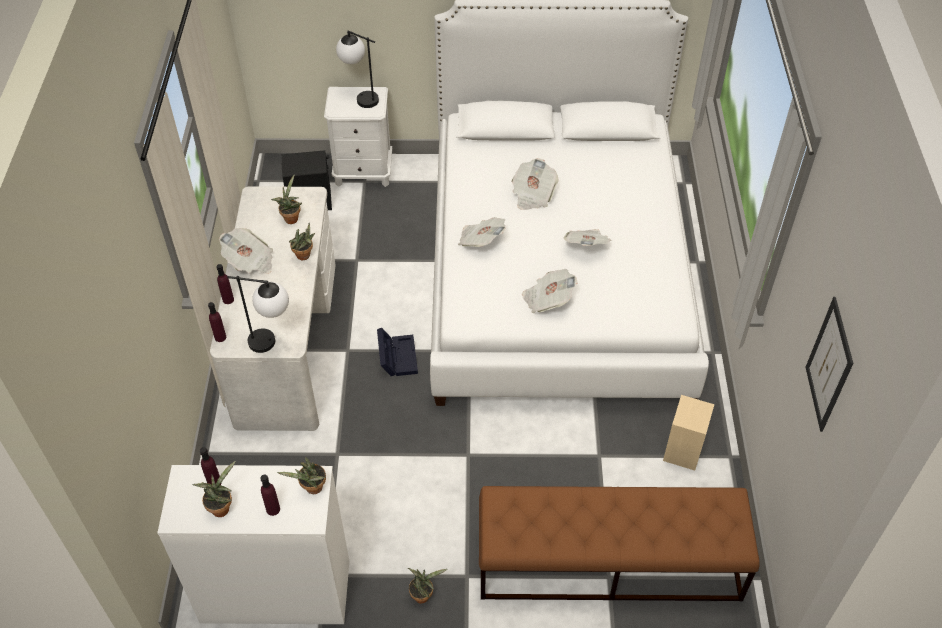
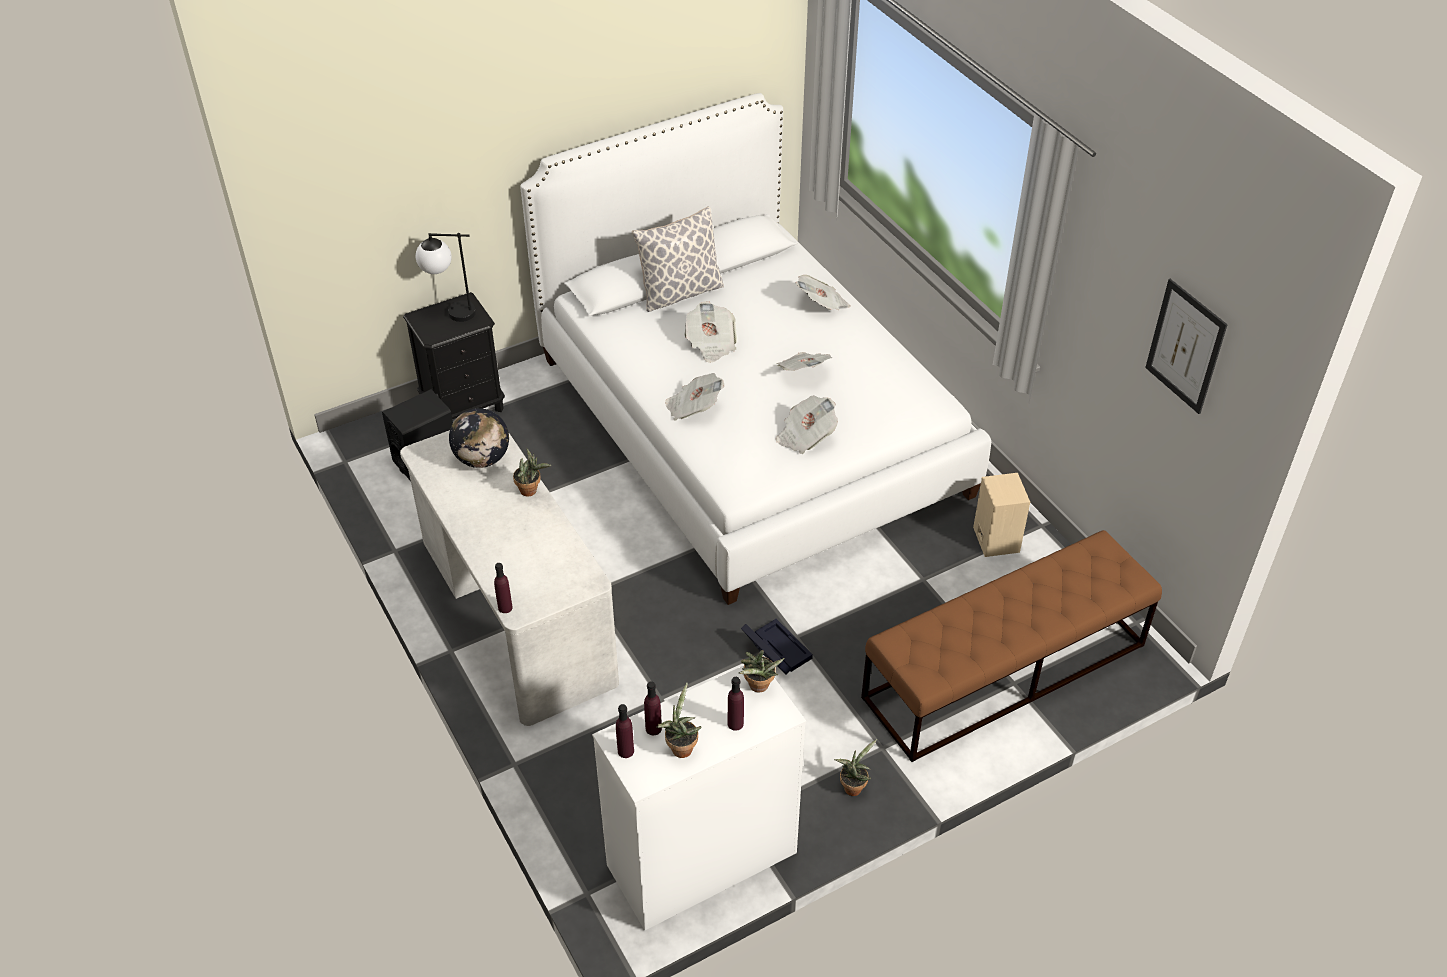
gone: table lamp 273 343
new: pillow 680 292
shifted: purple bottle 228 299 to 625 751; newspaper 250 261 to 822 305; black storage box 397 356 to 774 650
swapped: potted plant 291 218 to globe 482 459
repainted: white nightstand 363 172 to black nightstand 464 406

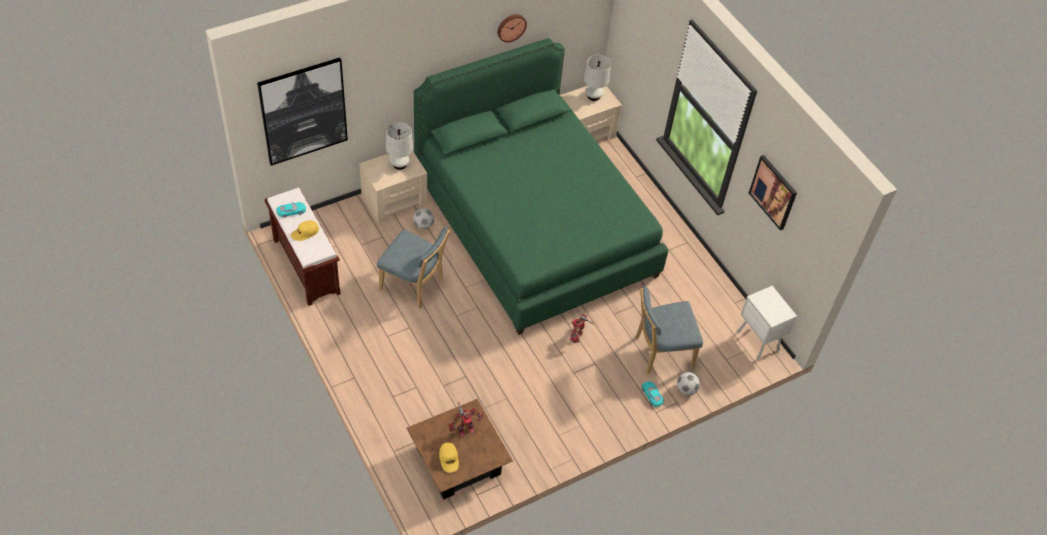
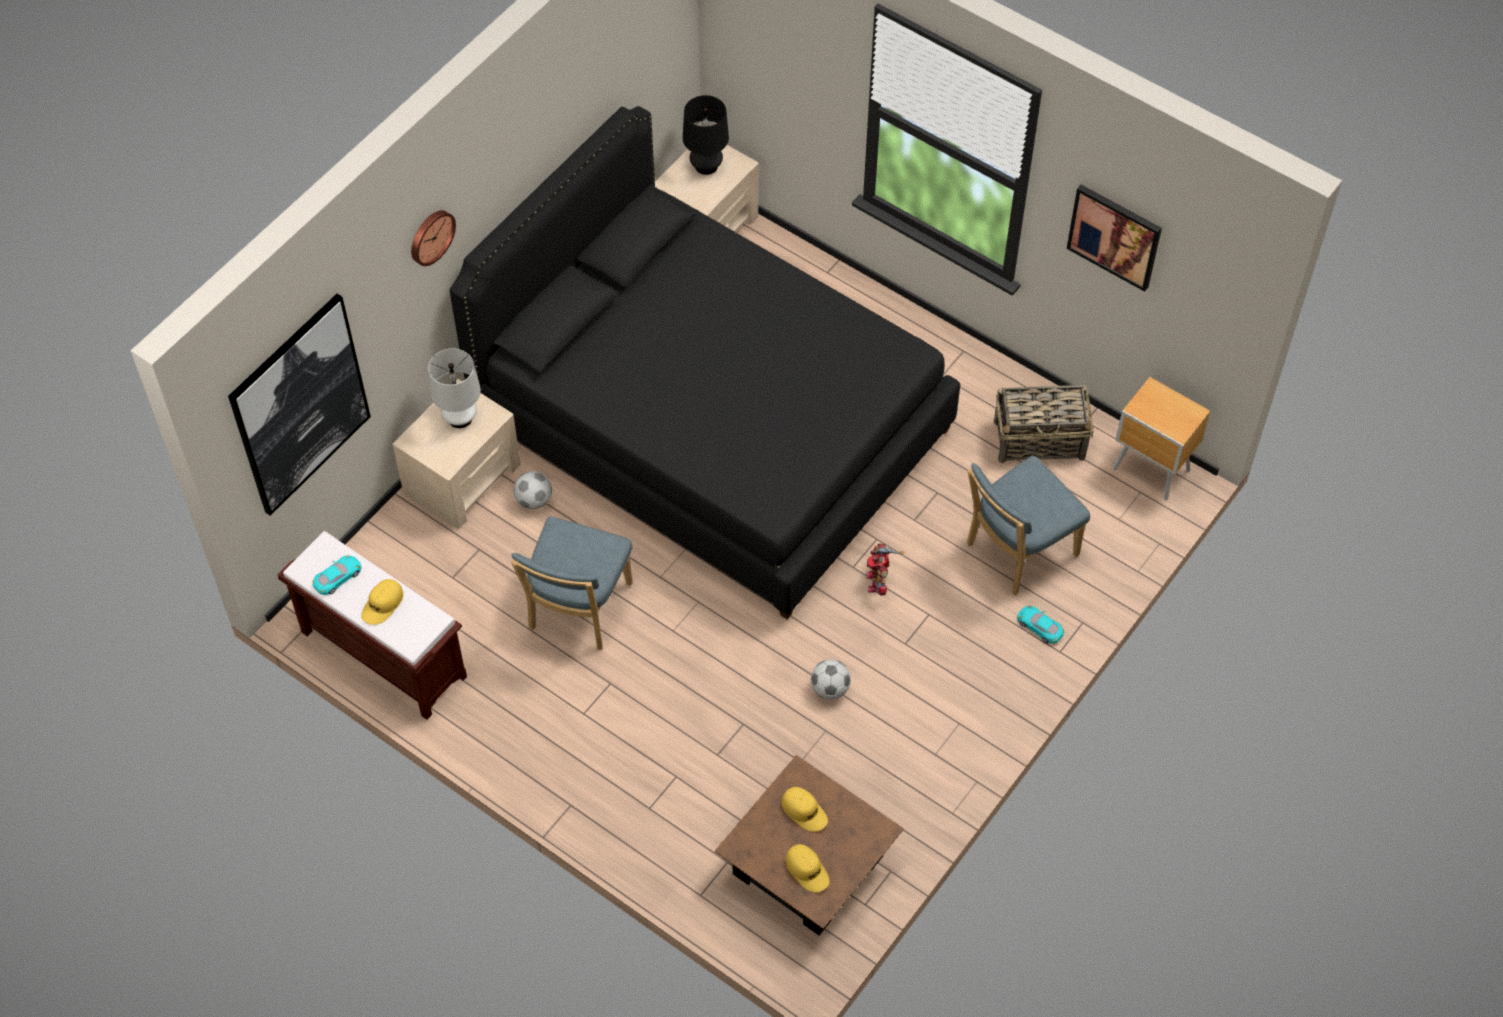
new: basket 1040 440
shifted: wall clock 511 27 to 430 236; football 686 390 to 830 689
swapped: toy robot 465 428 to yellow cap 804 811
repainted: green bed 534 226 to black bed 712 426; white table lamp 593 96 to black table lamp 706 165; white nightstand 758 342 to brown nightstand 1151 471
rotated: blue chair 414 285 = 577 610 105 degrees clockwise

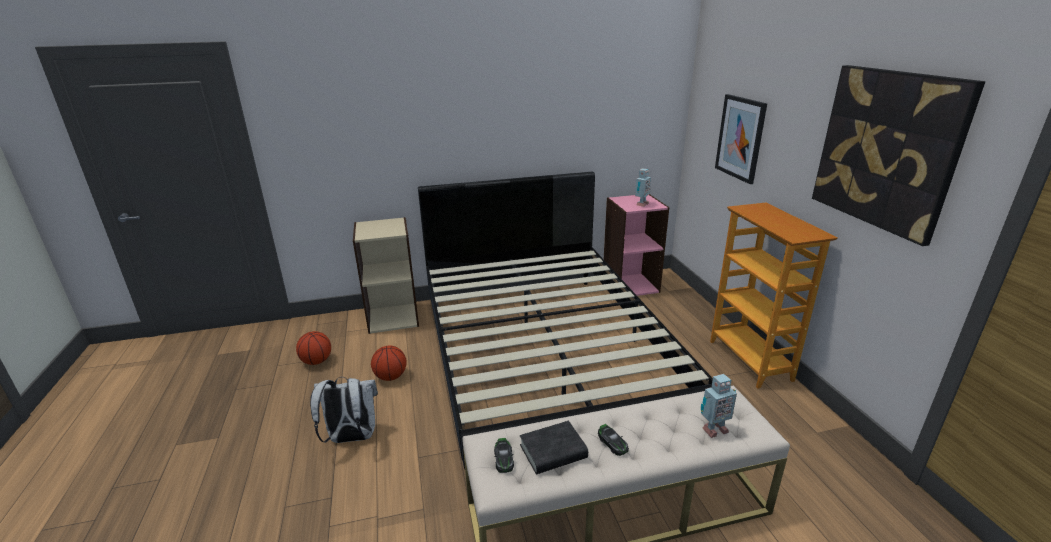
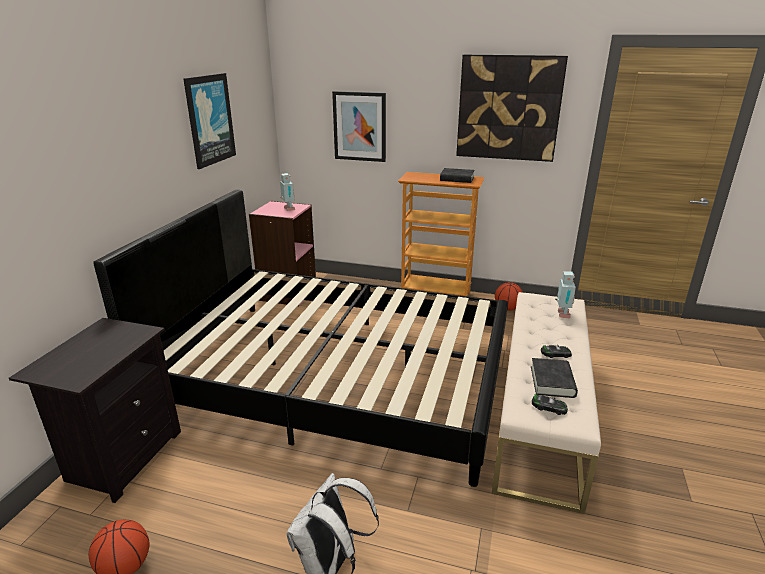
new: picture 209 120; black book 457 179
shifted: basketball 390 377 to 507 308
swapped: beige bookcase 393 317 to black nightstand 123 457

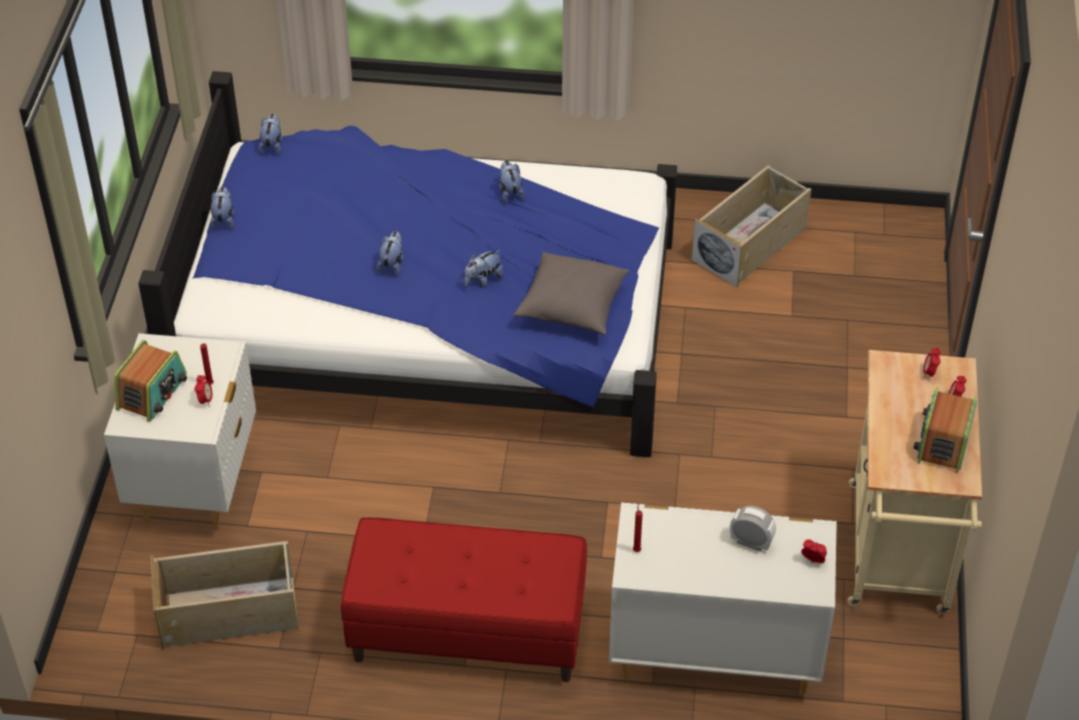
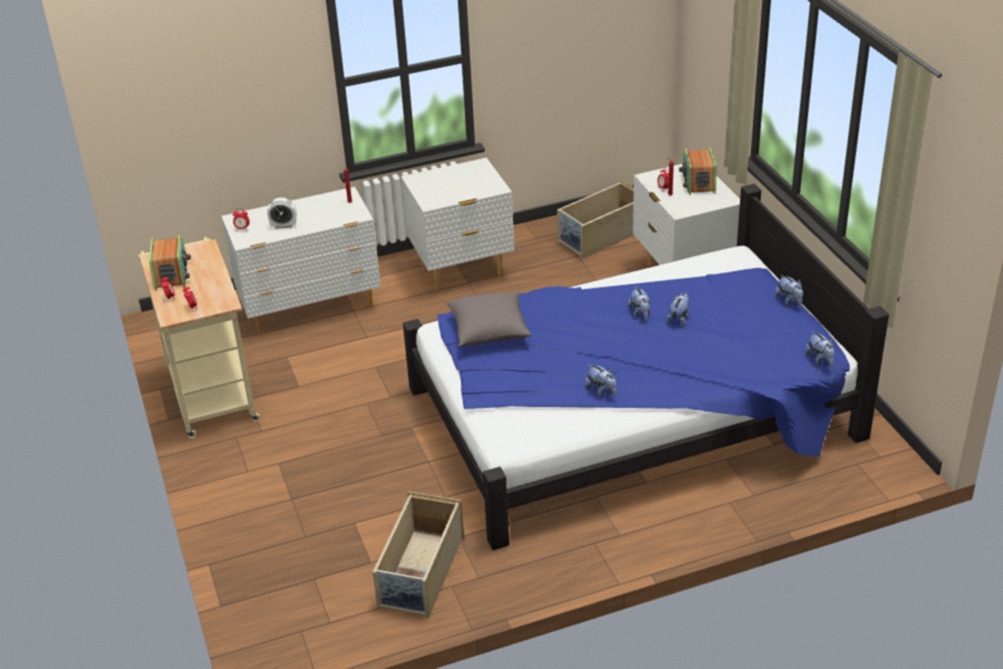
shifted: plush toy 483 280 to 678 320
swapped: red bench 467 634 to white nightstand 461 270

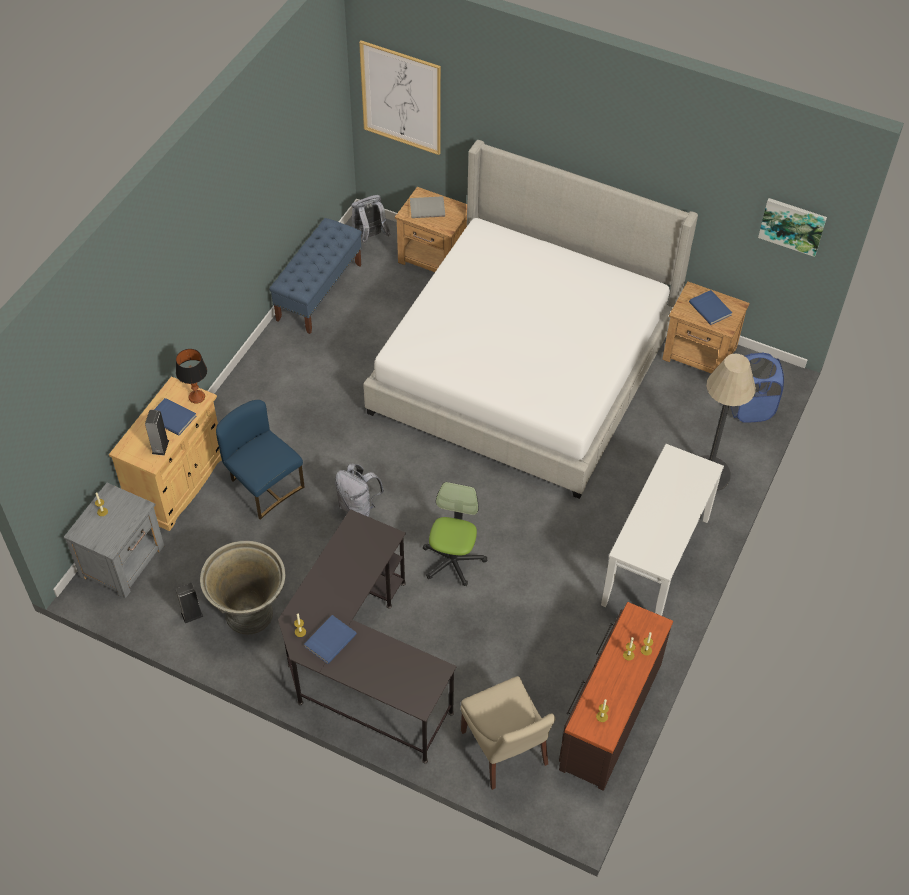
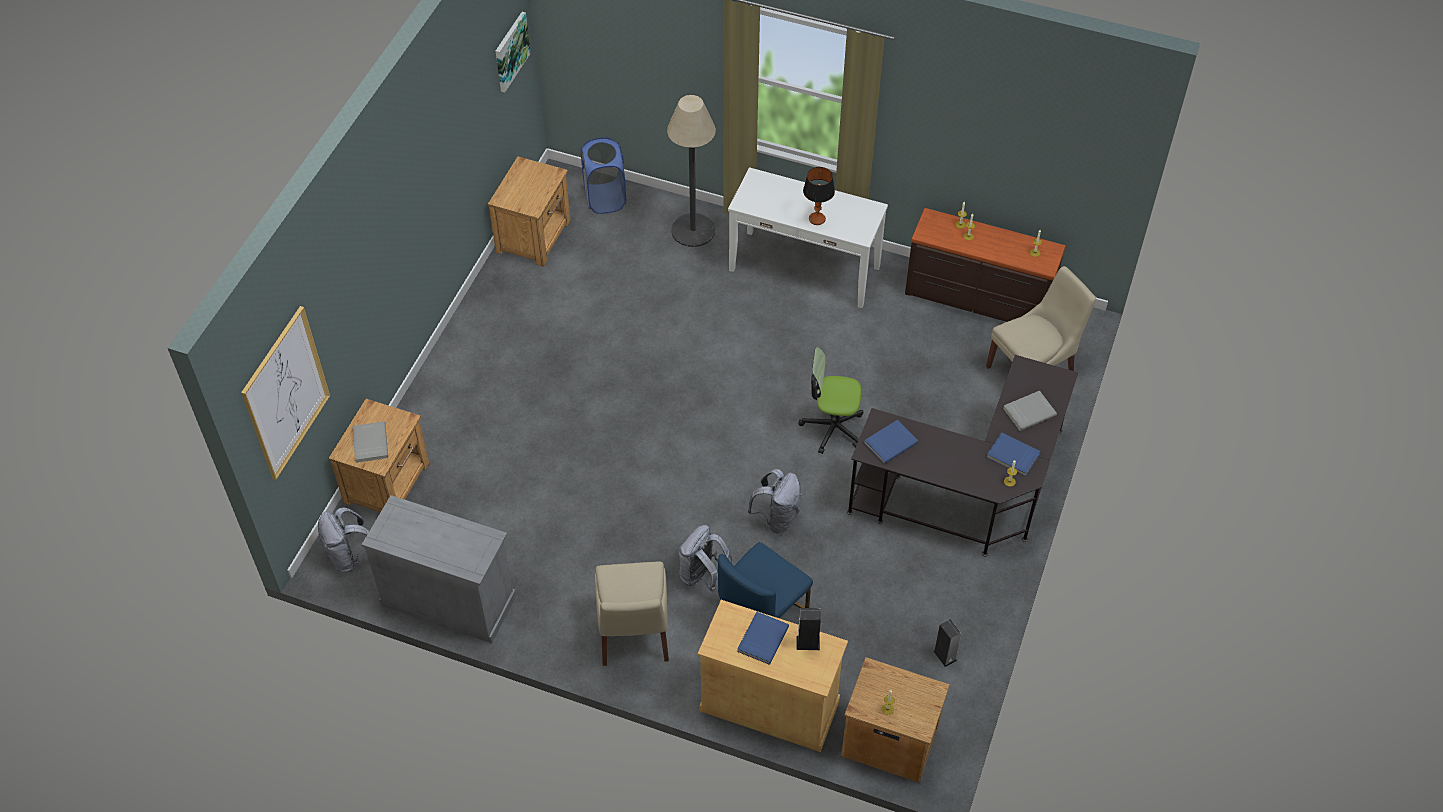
gone: grey planter 250 614; bed 524 369
new: beige chair 634 634; grey backpack 702 576; grey book 1029 411
shifted: table lamp 197 397 to 817 219; blue book 710 308 to 890 442
swapped: blue bench 319 292 to grey cabinet 449 600
repainted: grey nightstand 124 561 to brown nightstand 888 740

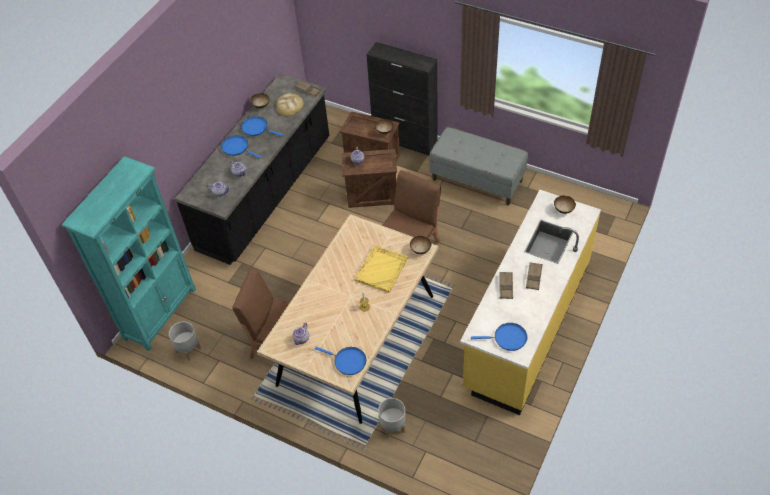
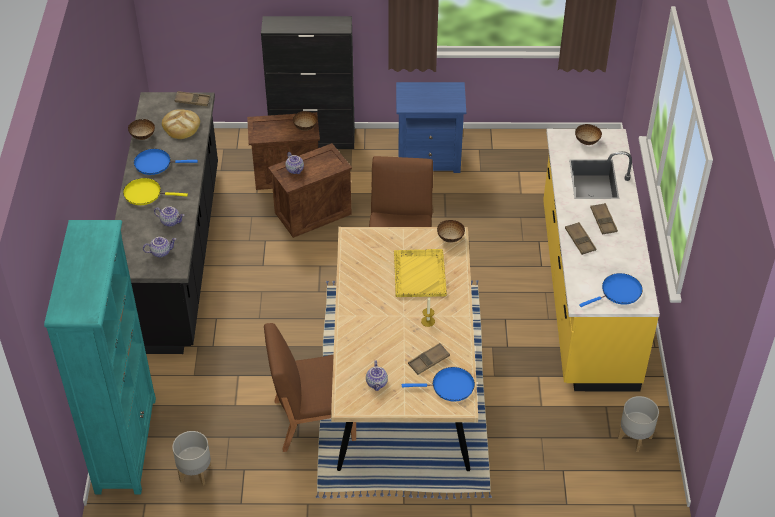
new: brown tray 428 361
shifted: grey planter 393 427 to 635 438
swapped: grey bench 477 180 to blue nightstand 429 158
repainted: blue frying pan 237 148 to yellow frying pan 145 194

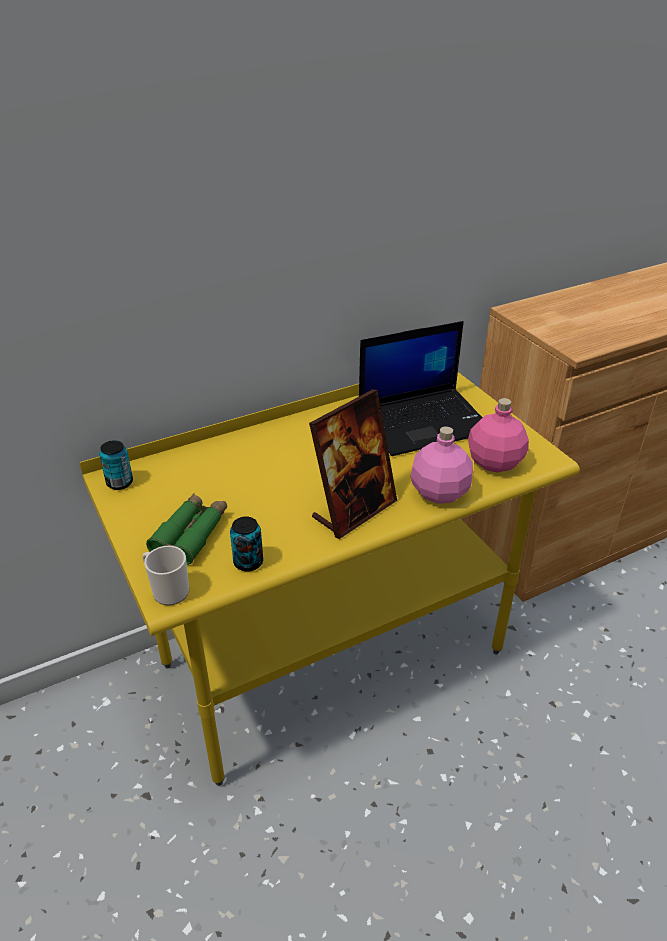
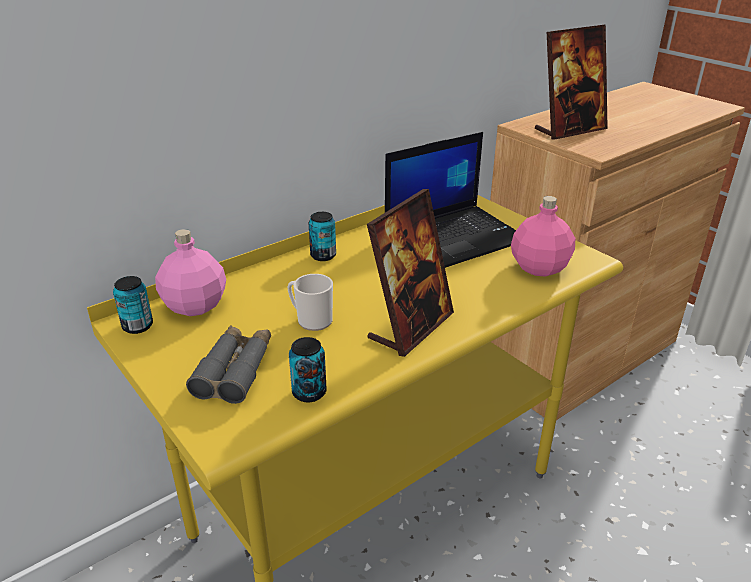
new: can 323 256; picture frame 569 130
shifted: mug 167 590 to 311 320; pink bottle 438 492 to 194 306
repainted: green binoculars 191 534 to grey binoculars 235 370

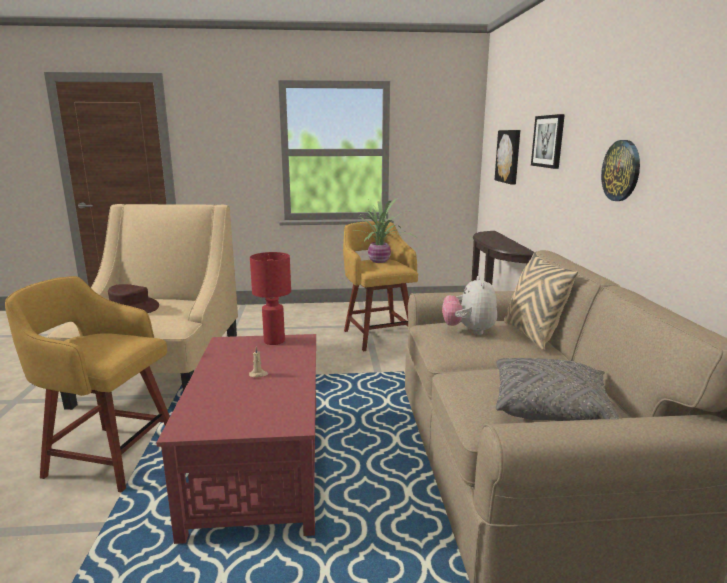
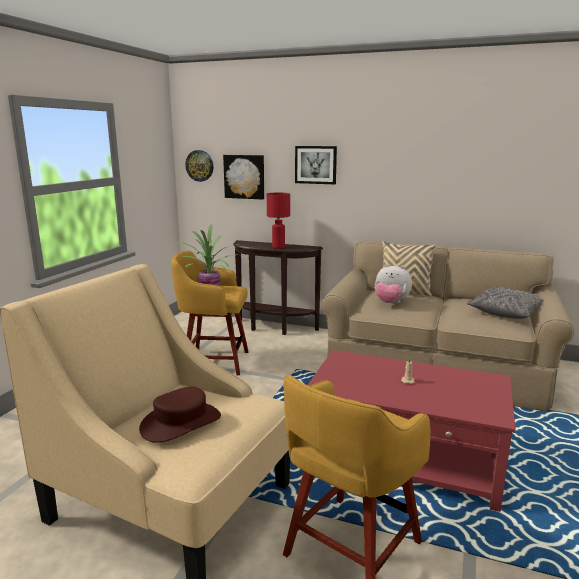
shifted: red table lamp 274 341 to 278 247; wall clock 621 170 to 199 165

